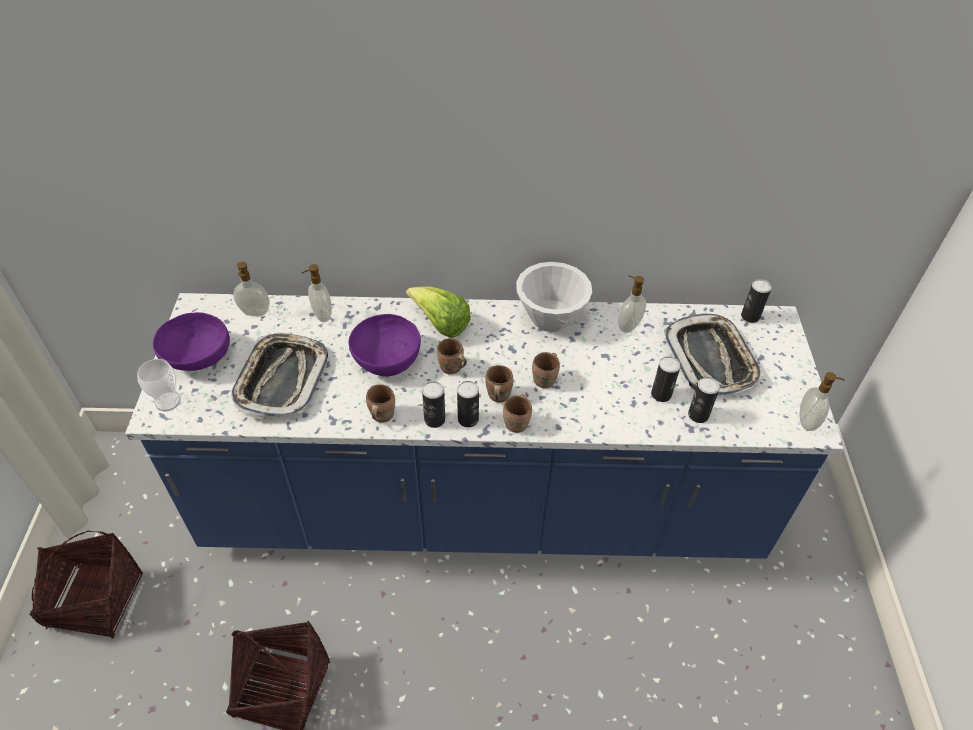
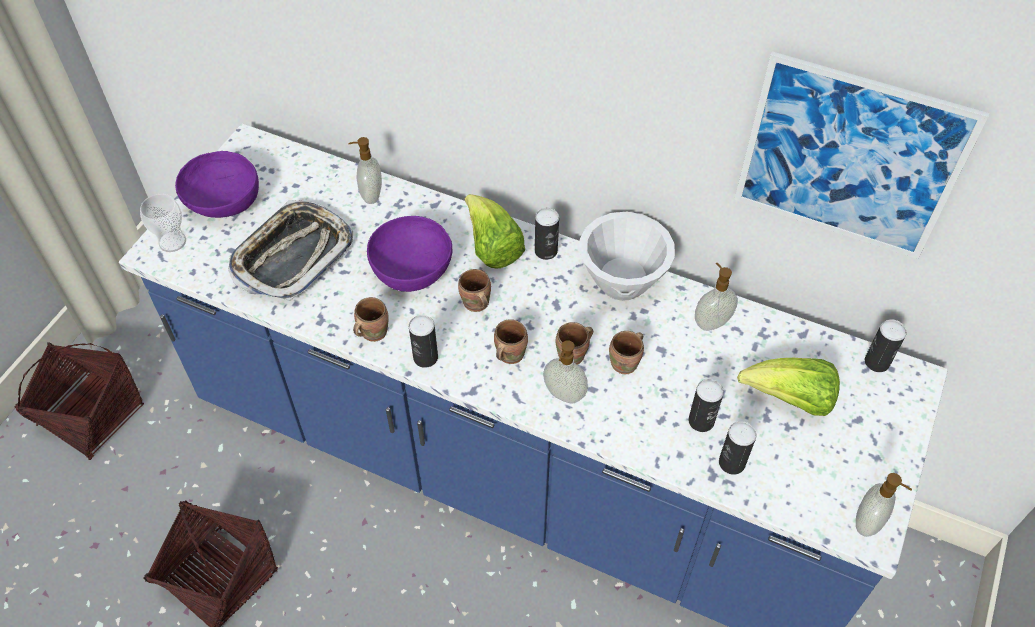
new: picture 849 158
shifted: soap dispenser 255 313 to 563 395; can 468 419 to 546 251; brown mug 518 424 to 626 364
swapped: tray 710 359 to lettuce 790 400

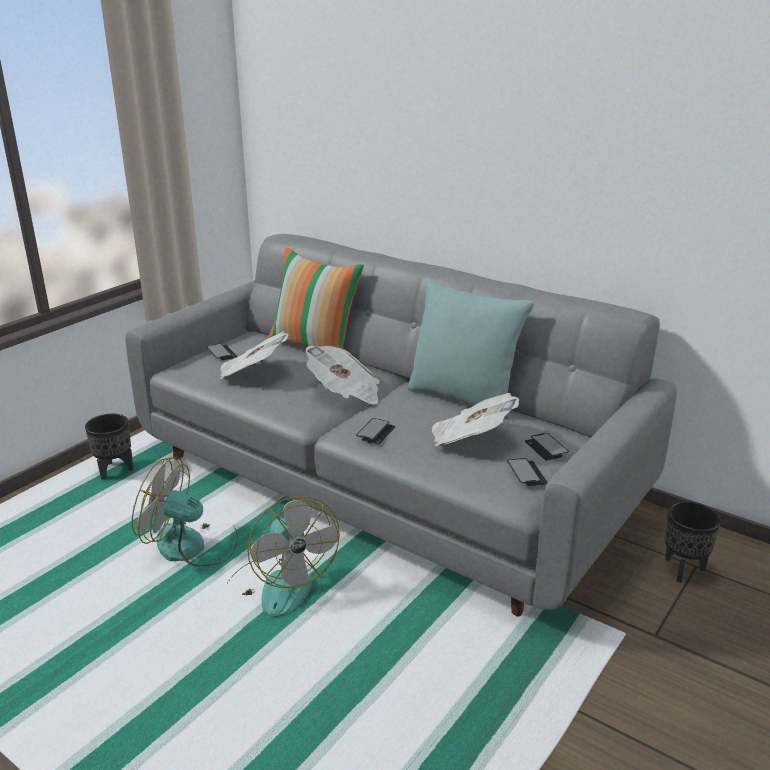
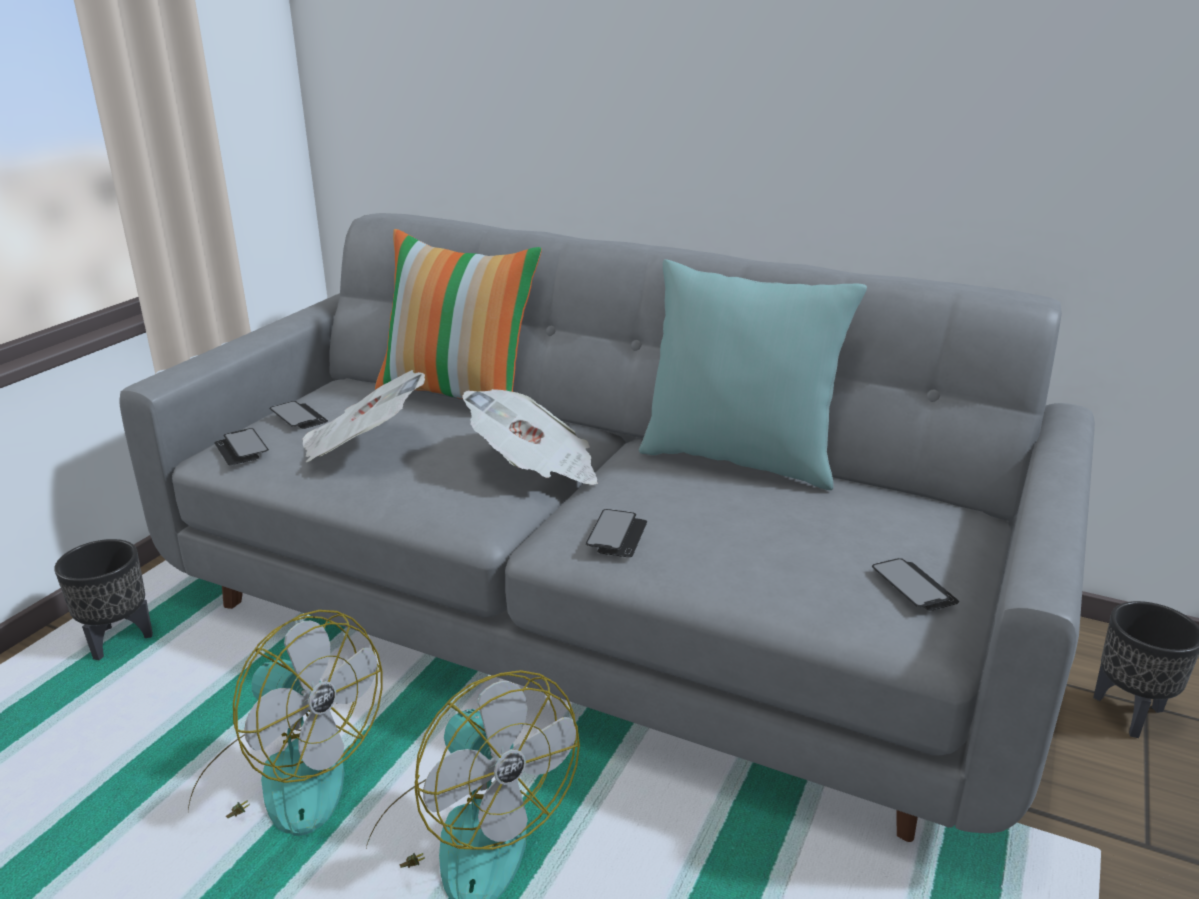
gone: newspaper 470 439
shifted: phone 546 448 to 241 449
rotated: fan 192 546 = 286 776 150 degrees counterclockwise

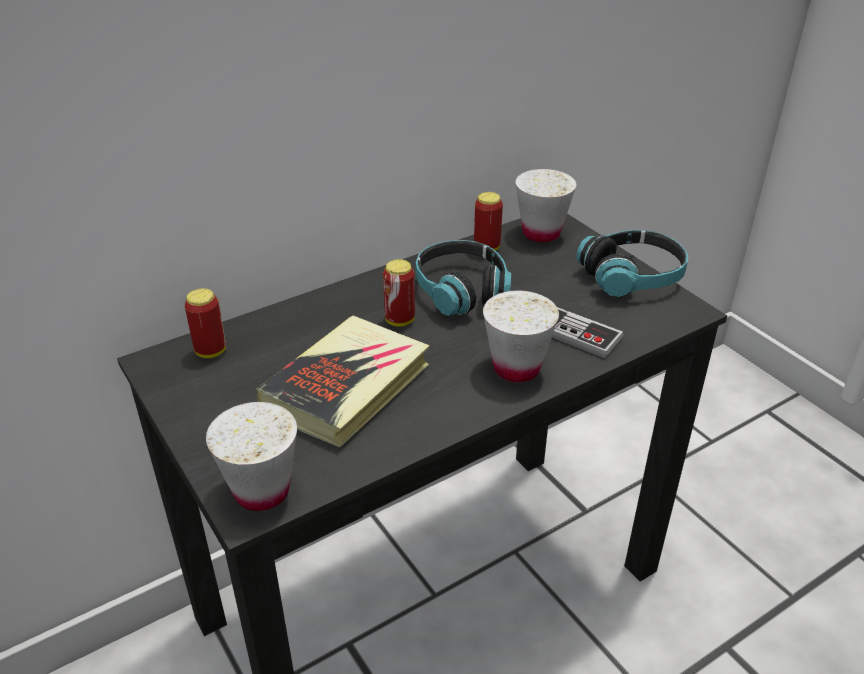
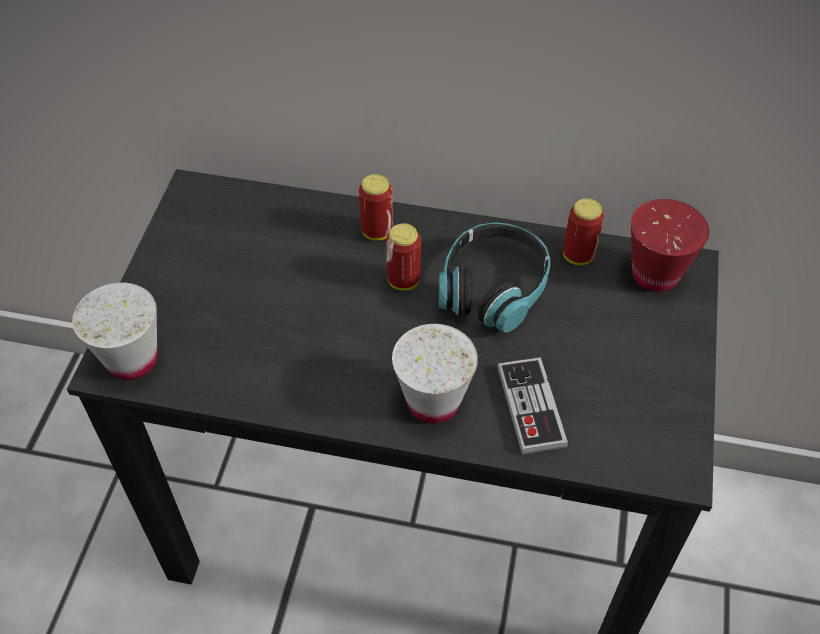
gone: book 347 387; headphones 632 277
shifted: can 211 351 to 377 232
repainted: white cup 541 233 to red cup 655 274

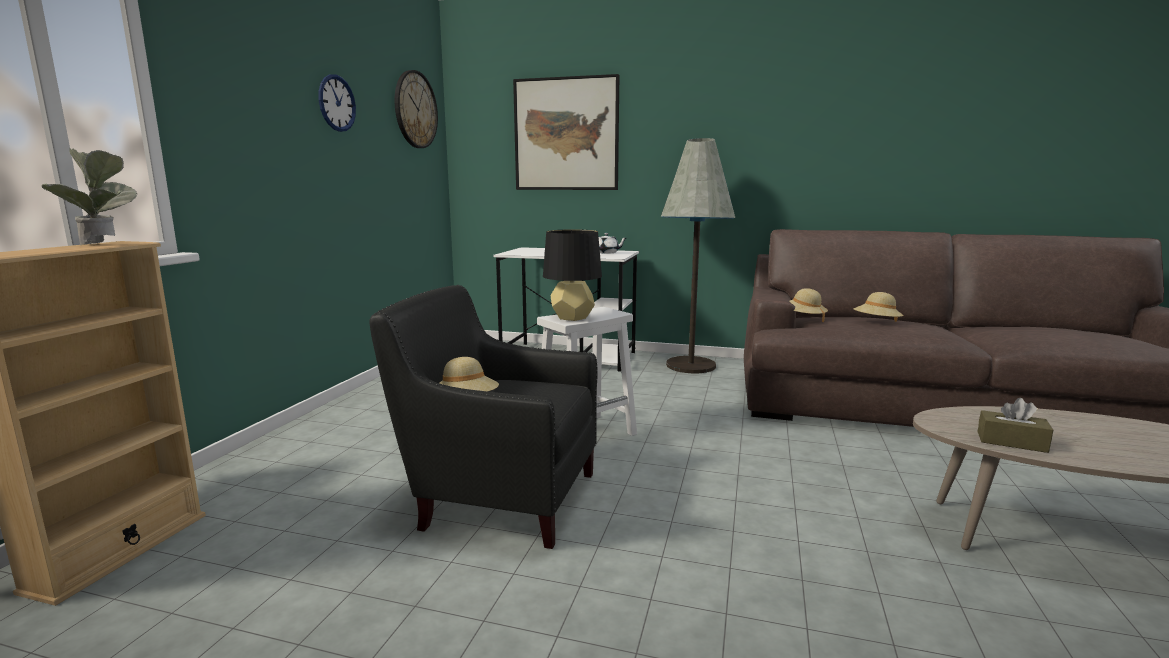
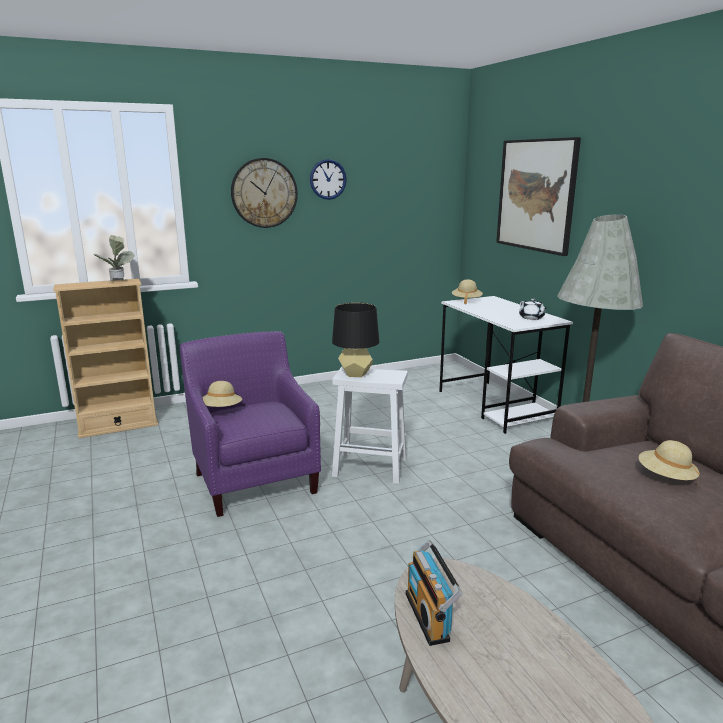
shifted: wall clock 415 110 to 264 193; beige hat 803 318 to 466 300
swapped: brown tissue box 1011 442 to radio 430 616
repainted: black armchair 500 496 to purple armchair 255 478

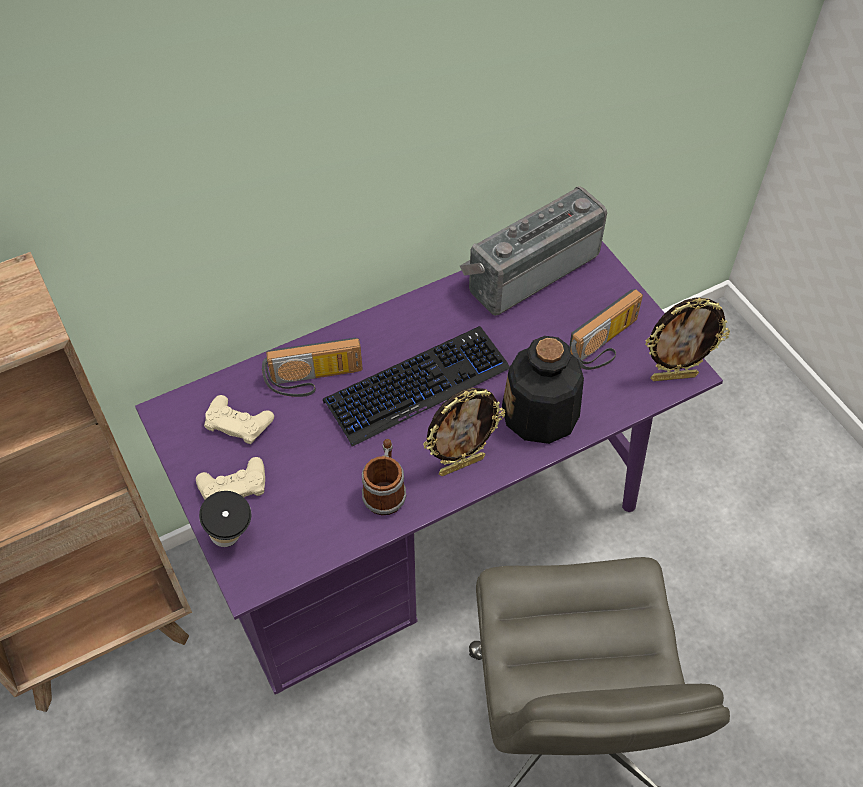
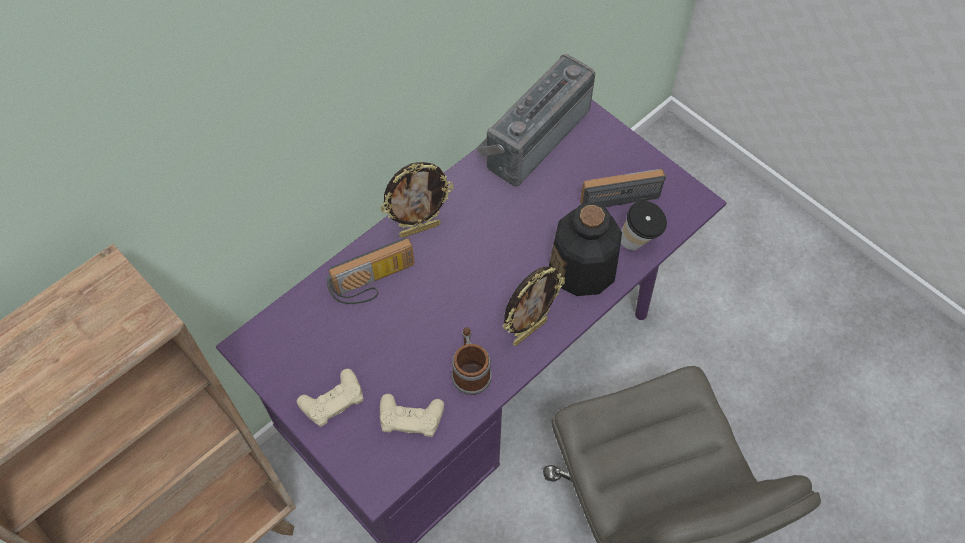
gone: keyboard 417 385
shifted: cup 232 540 to 638 243; beige game controller 238 423 to 410 417; picture frame 673 376 to 419 229
rotated: radio 606 346 = 620 193 135 degrees counterclockwise

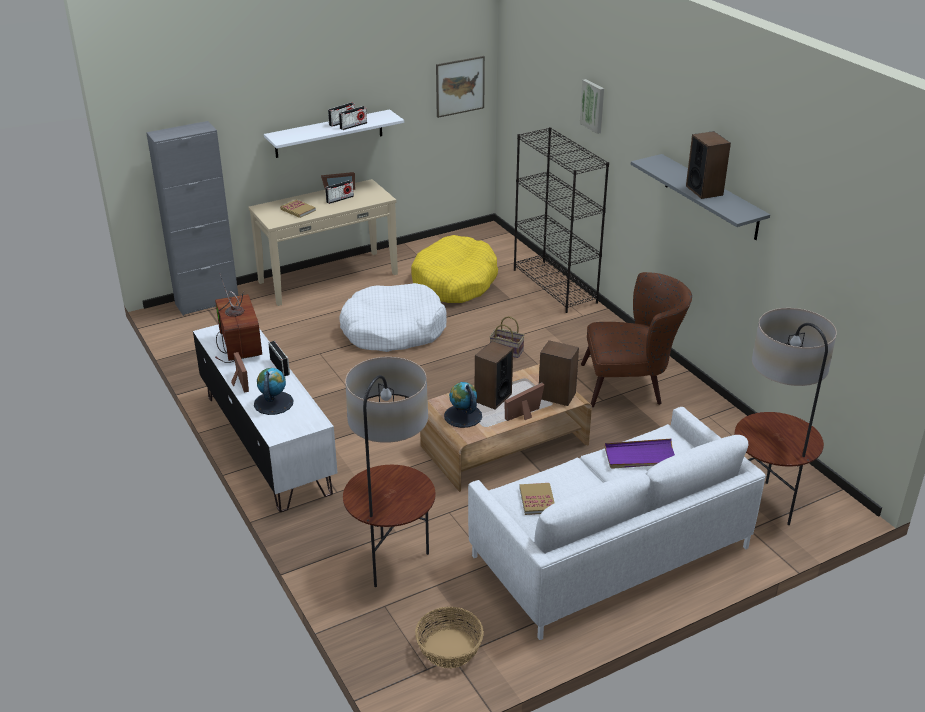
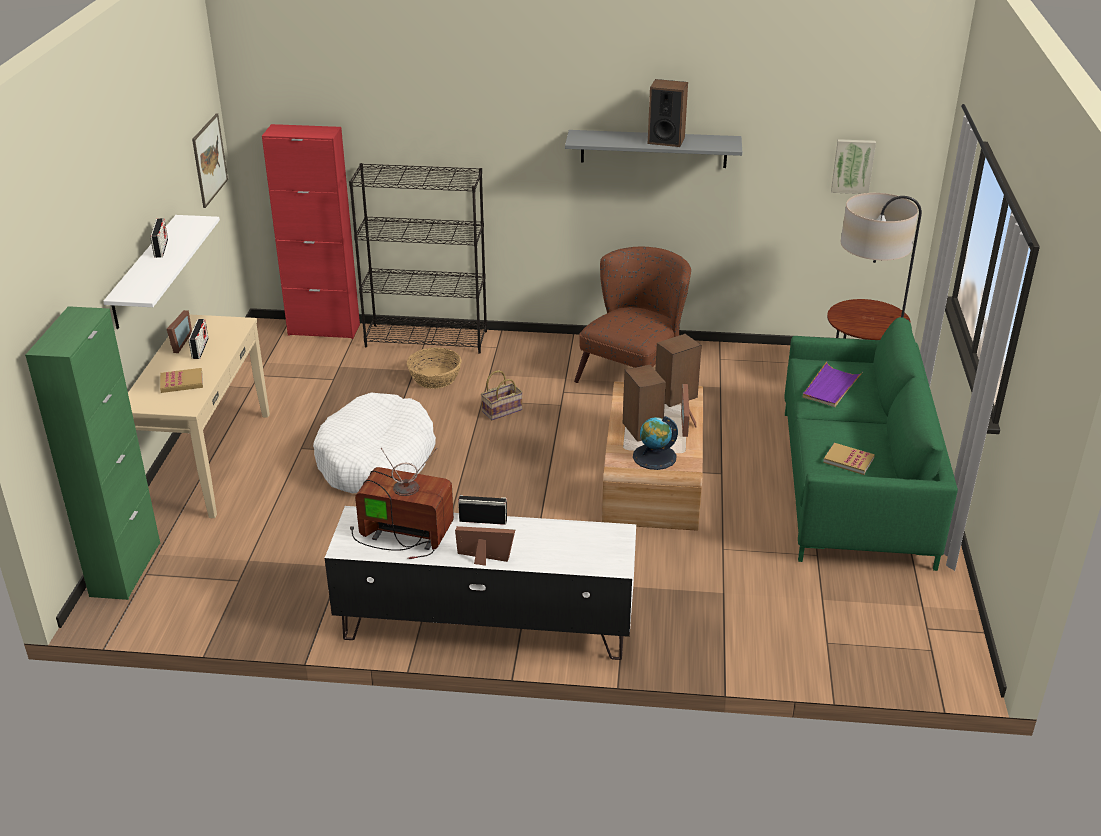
gone: globe 273 403; radio 353 126; floor lamp 392 563; yellow dog bed 454 282
new: red cabinet 324 329
shifted: basket 450 648 to 435 378; picture 593 106 to 852 166
repainted: grey cabinet 207 302 to green cabinet 125 569; white sofa 610 552 to green sofa 854 485

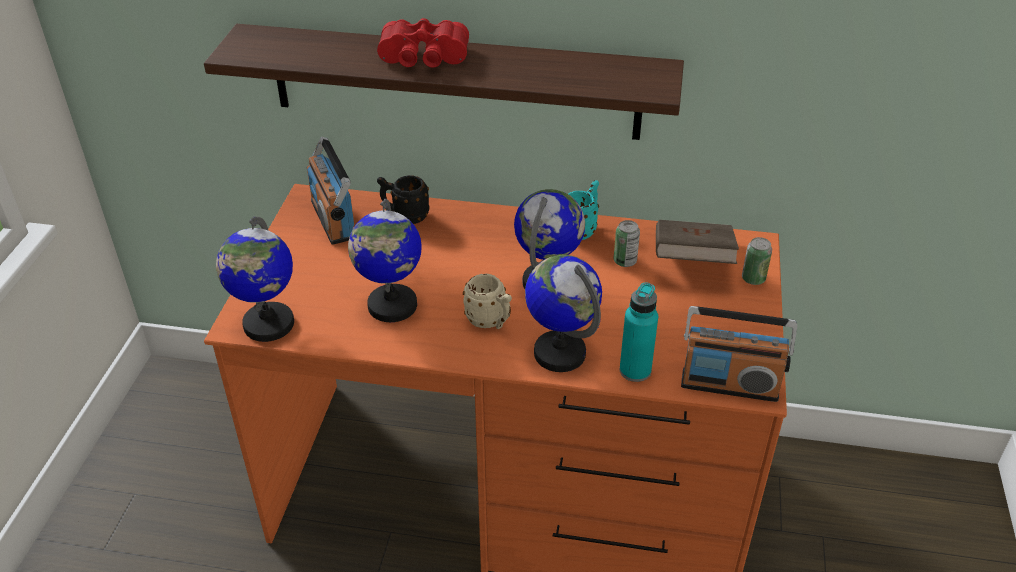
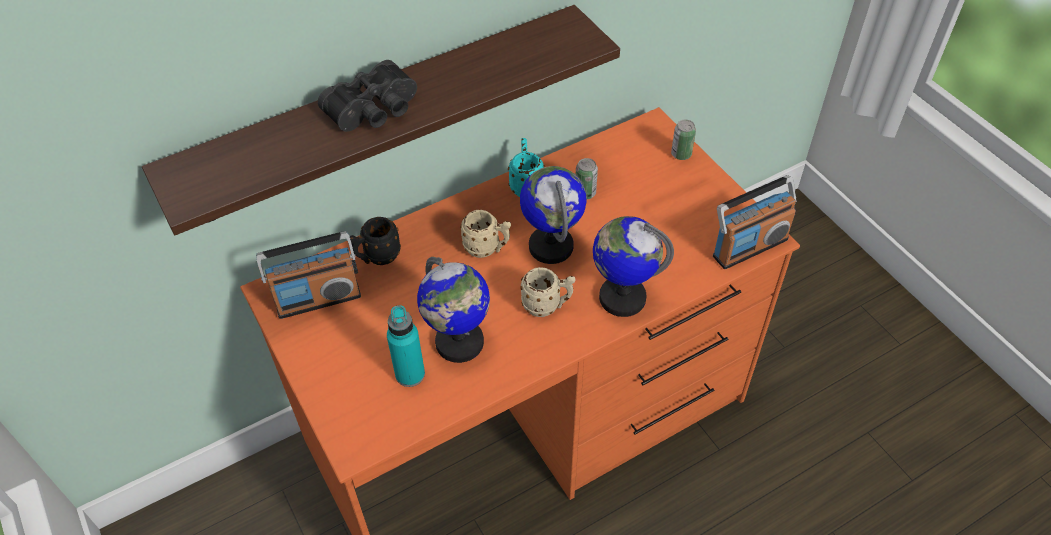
gone: globe 268 324; brown book 691 261
new: beige mug 487 248
shifted: turquoise bottle 635 370 to 410 374
repainted: red binoculars 423 59 to black binoculars 375 111
rotated: radio 332 219 = 318 299 45 degrees counterclockwise

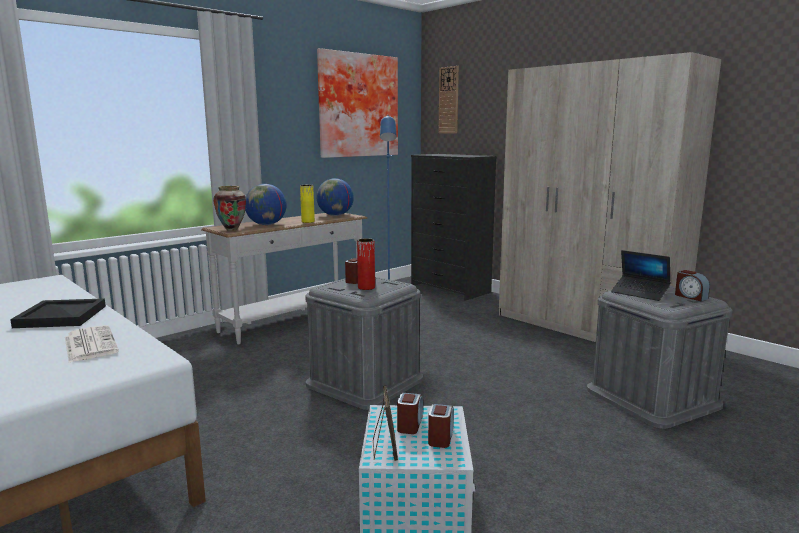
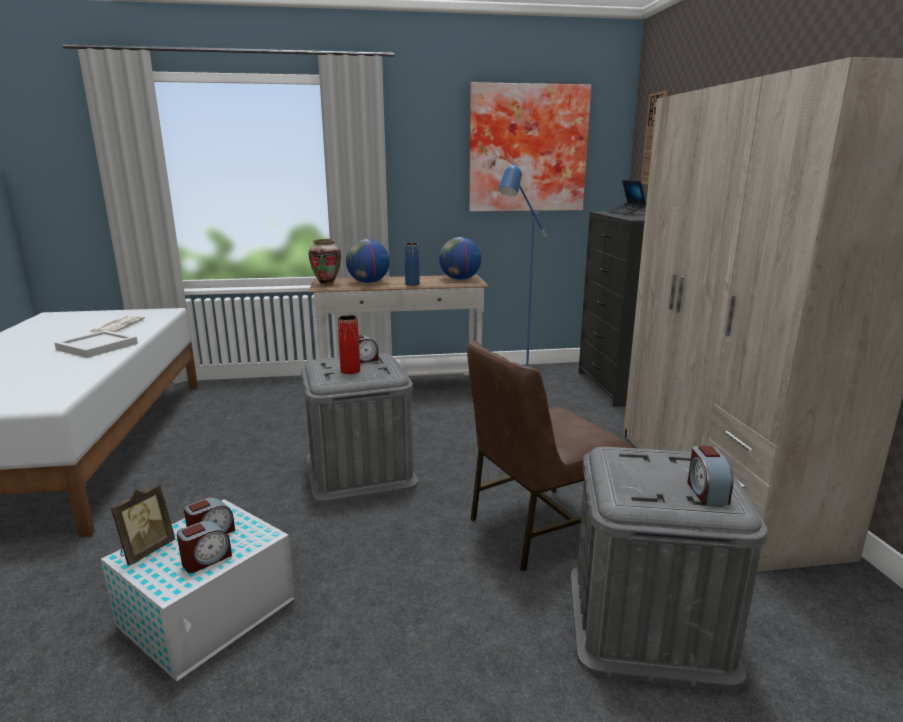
new: brown chair 539 528
shifted: newspaper 89 344 to 117 325; laptop 640 293 to 626 213
repainted: black tray 63 316 to white tray 98 346; yellow vase 308 222 to blue vase 412 284

